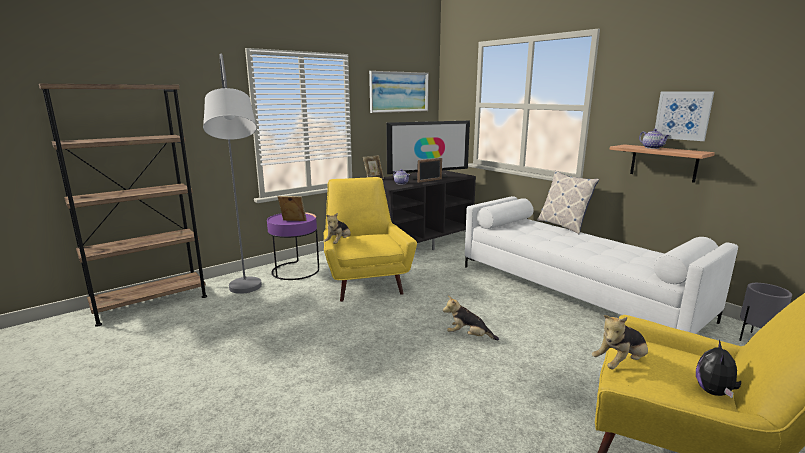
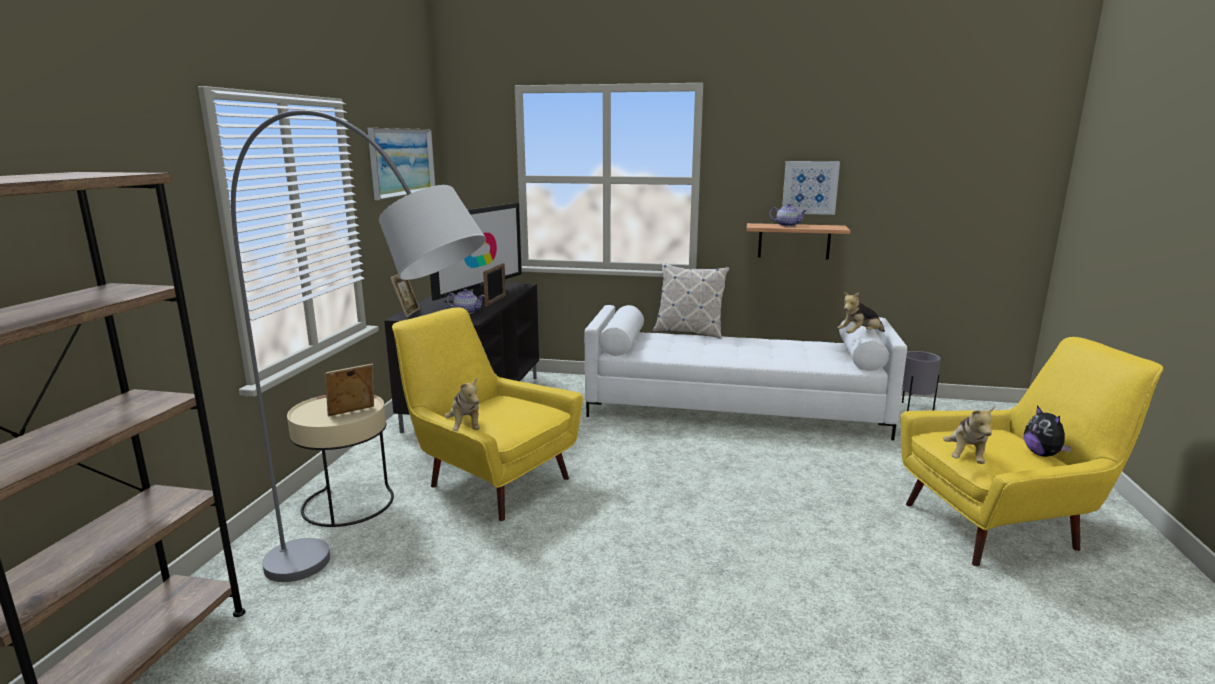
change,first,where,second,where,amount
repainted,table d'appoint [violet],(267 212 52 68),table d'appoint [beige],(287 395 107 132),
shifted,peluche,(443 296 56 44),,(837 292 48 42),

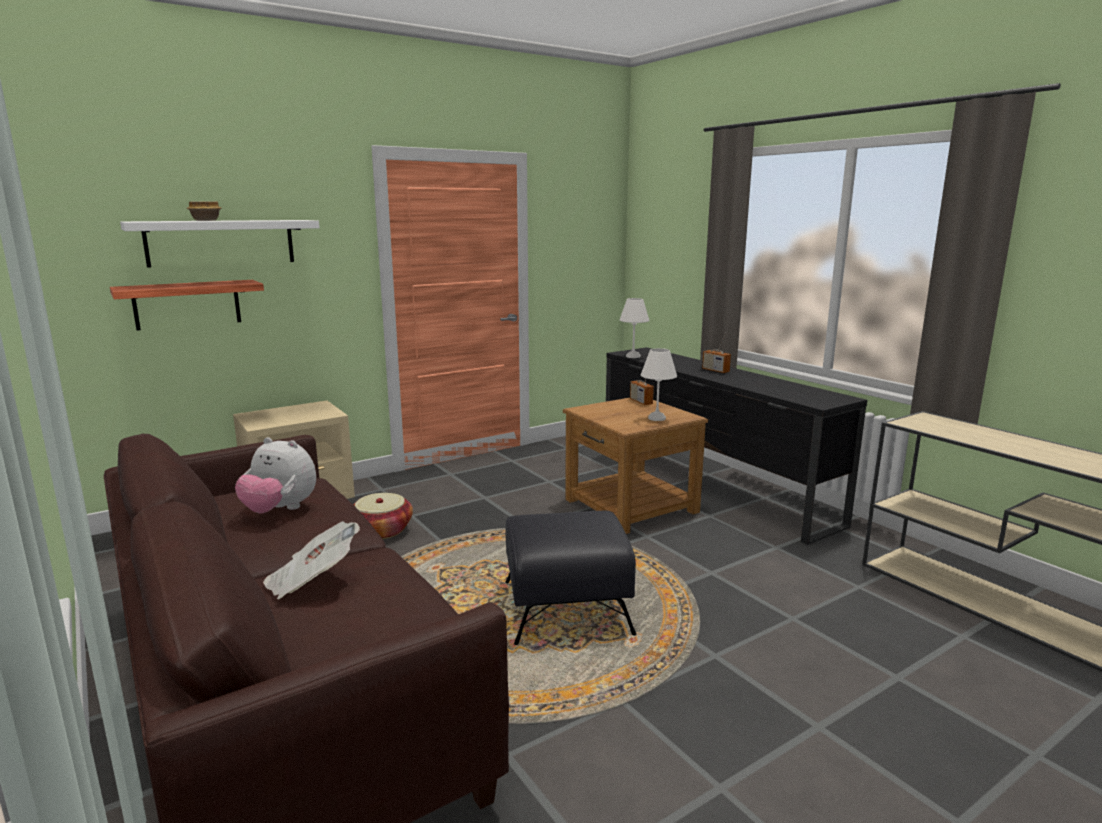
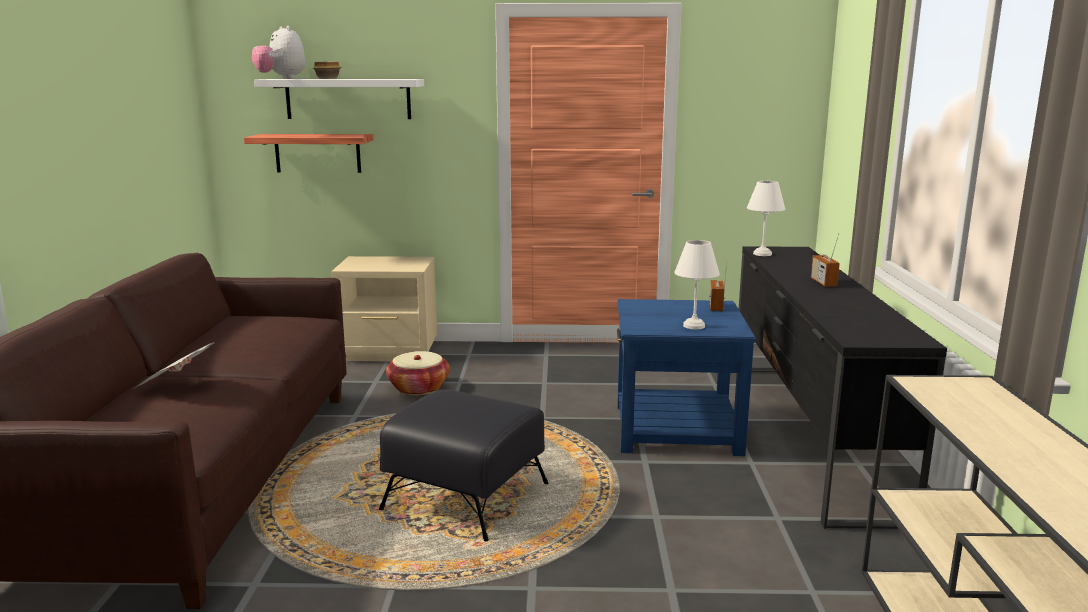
change,first,where,second,where,amount
shifted,peluche,(235 437 81 76),,(252 26 53 53),
repainted,table d'appoint [marron],(563 398 145 136),table d'appoint [bleu],(617 299 139 157),

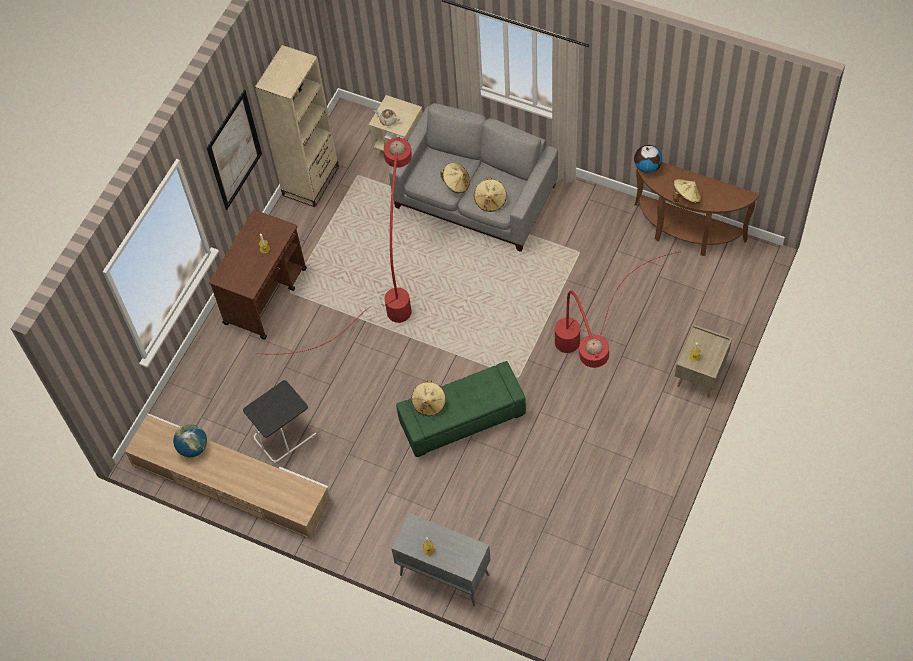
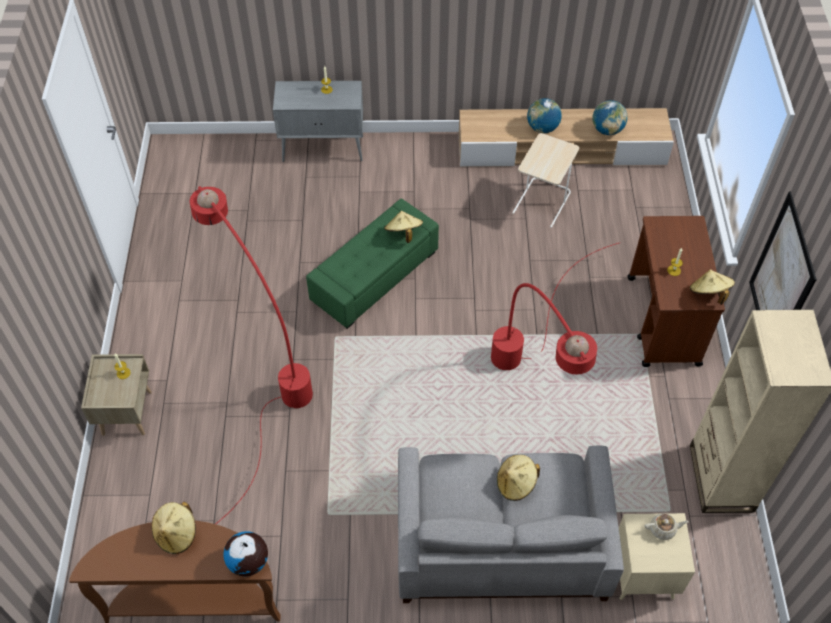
change,first,where,second,where,amount
repainted,table d'appoint [noir],(243 380 74 83),table d'appoint [beige],(512 133 67 95),
shifted,chapeau [beige],(474 178 33 34),,(690 269 45 36),
new,,,globe,(527 98 35 35),

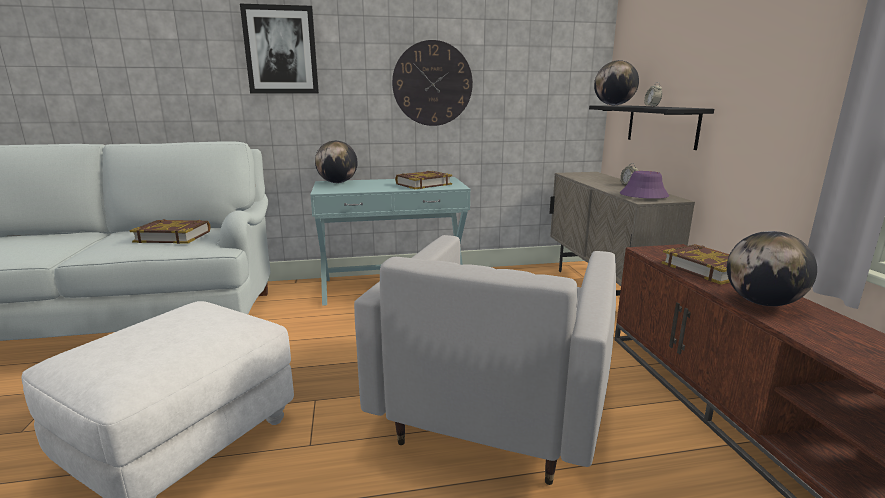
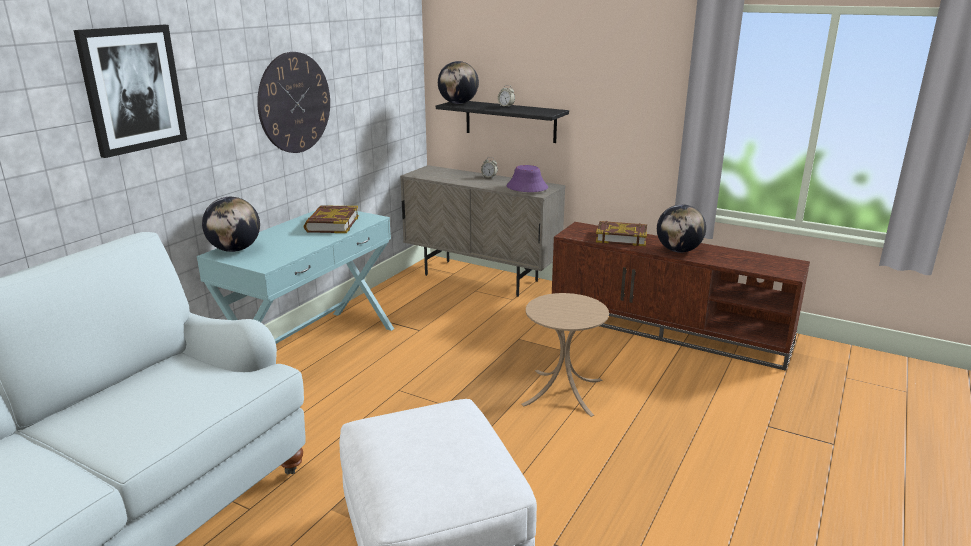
change,first,where,second,where,amount
gone,livre,(130 219 80 25),,,
swapped,fauteuil [blanc],(354 235 262 250),table d'appoint [beige],(521 293 88 124),

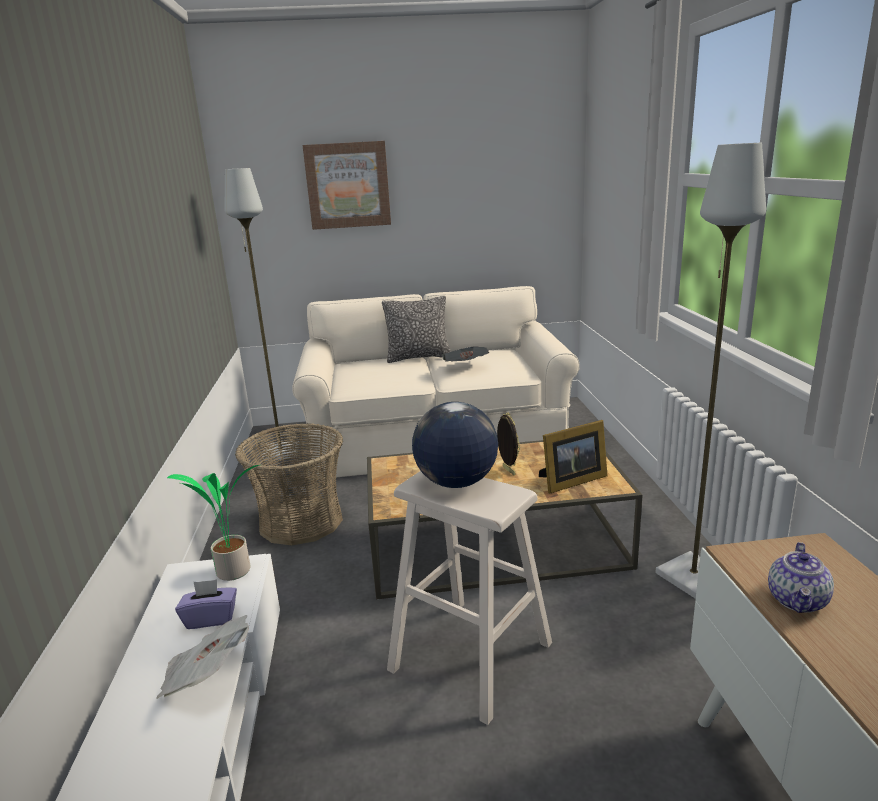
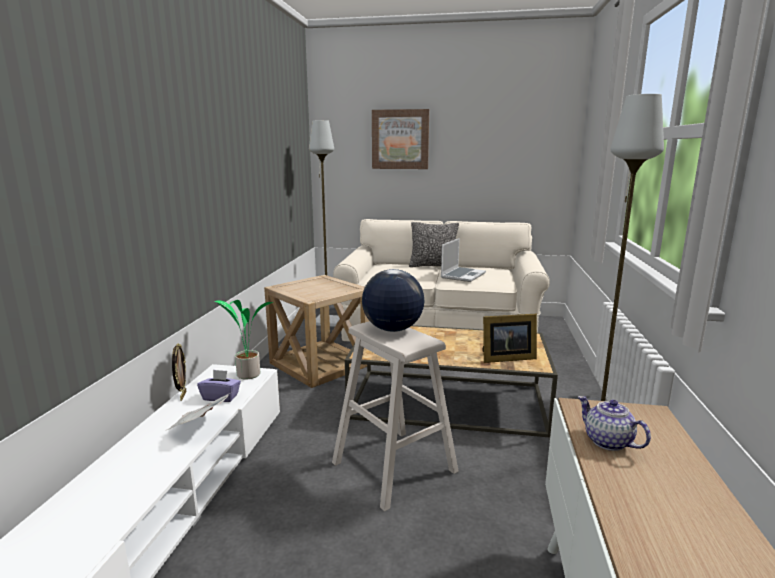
change,first,where,second,where,amount
swapped,panier,(235 423 108 122),table d'appoint [beige],(264 275 105 113),
swapped,journal,(442 346 47 16),ordinateur portable,(441 238 45 44),
shifted,cadre photo,(497 412 23 63),,(172 343 15 58),
rotated,théière,(768 542 66 71),,(578 396 73 55),105 degrees clockwise

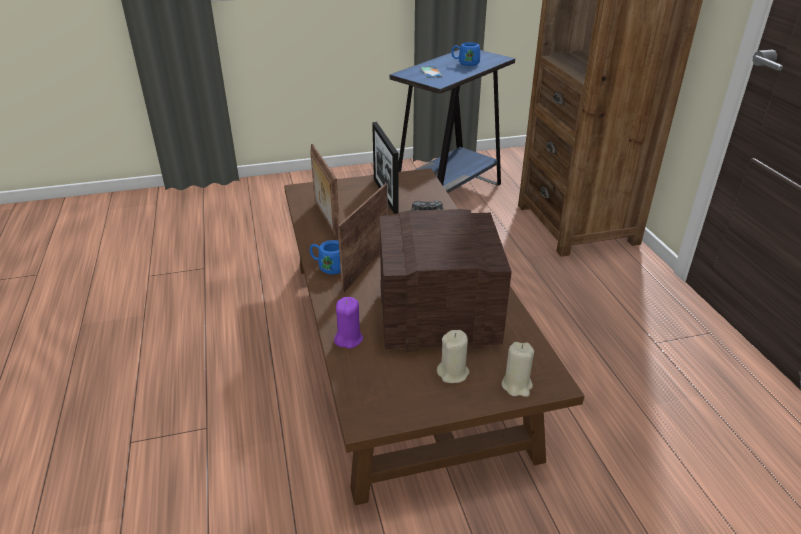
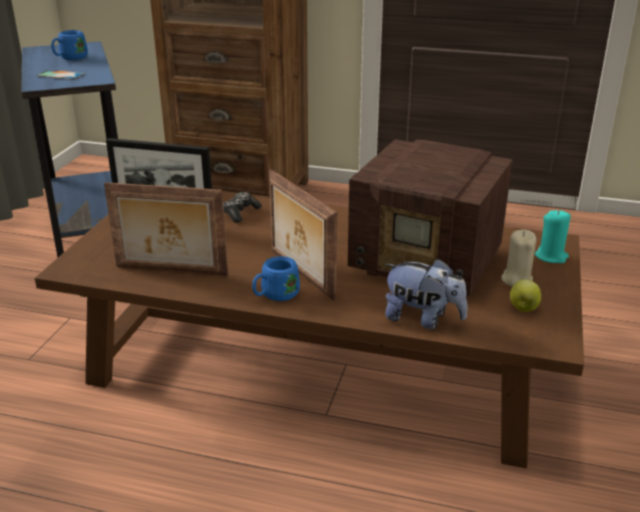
change,first,where,second,where,amount
swapped,bougie [violet],(334 297 29 52),peluche,(384 258 83 71),
rotated,radio,(380 209 132 143),,(348 139 165 157),90 degrees counterclockwise
repainted,bougie [beige],(501 342 33 55),bougie [turquoise],(535 210 36 53),
new,,,pomme,(510 279 31 33),

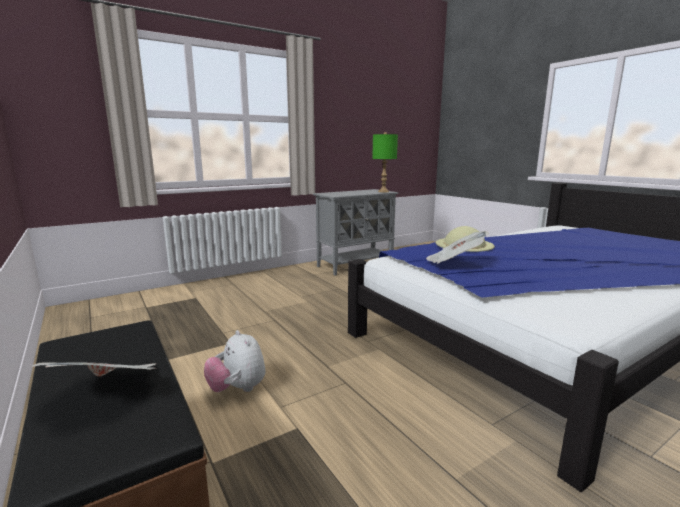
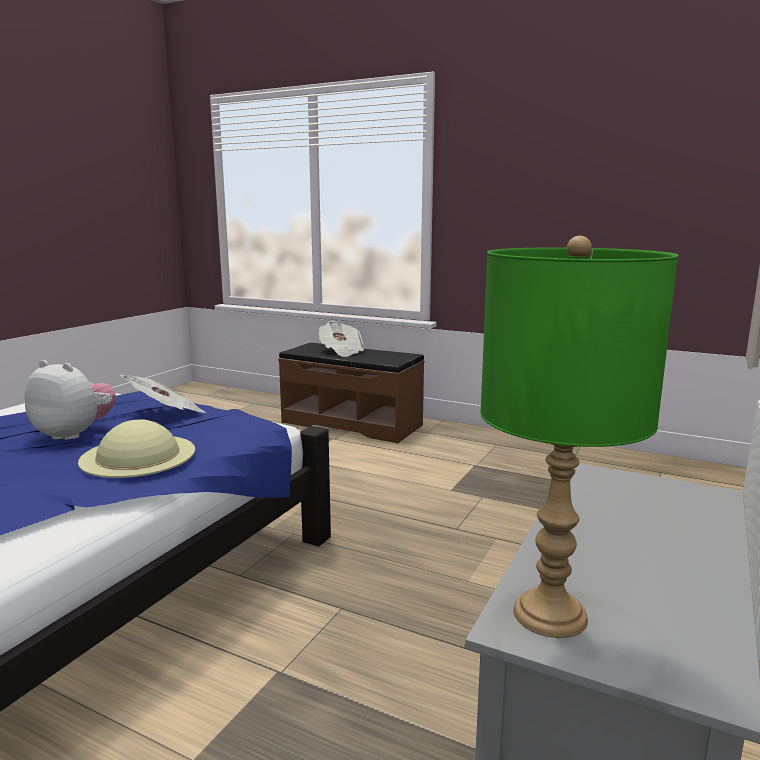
change,first,where,second,where,amount
shifted,peluche,(204 330 61 62),,(25 360 91 80),

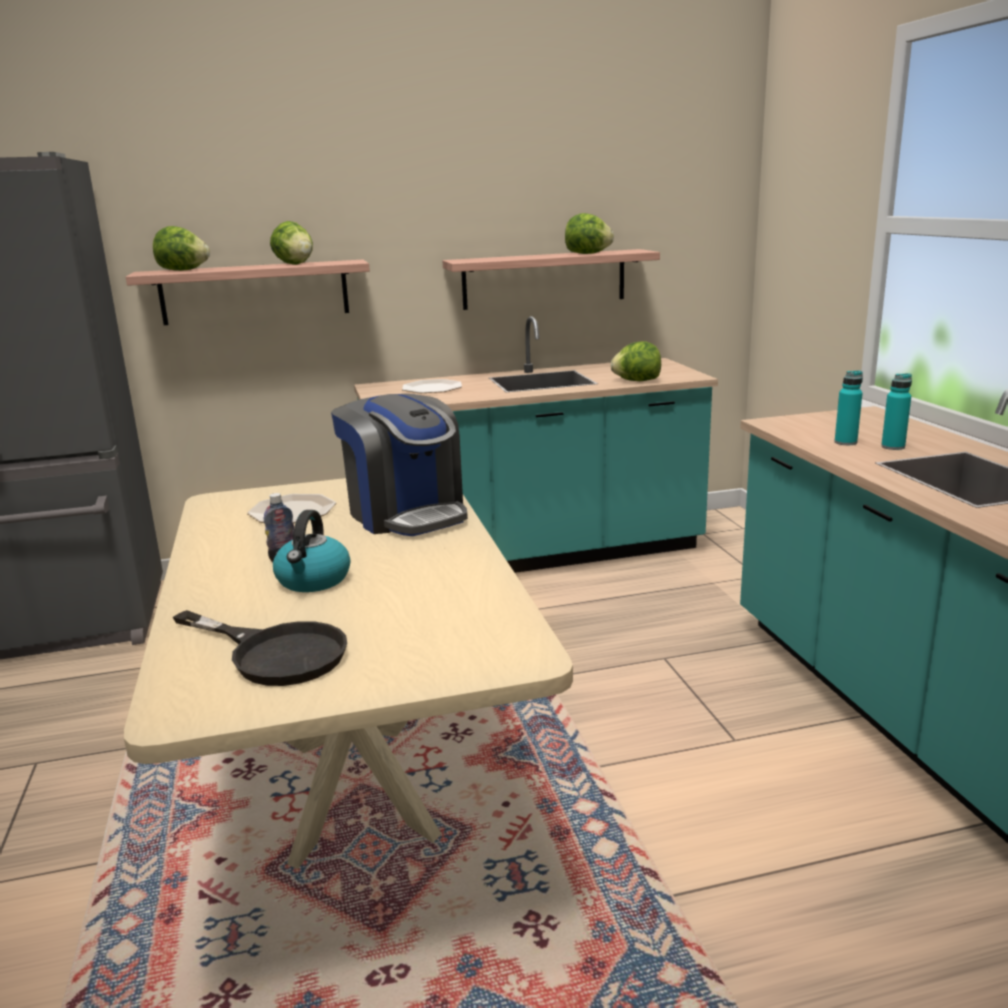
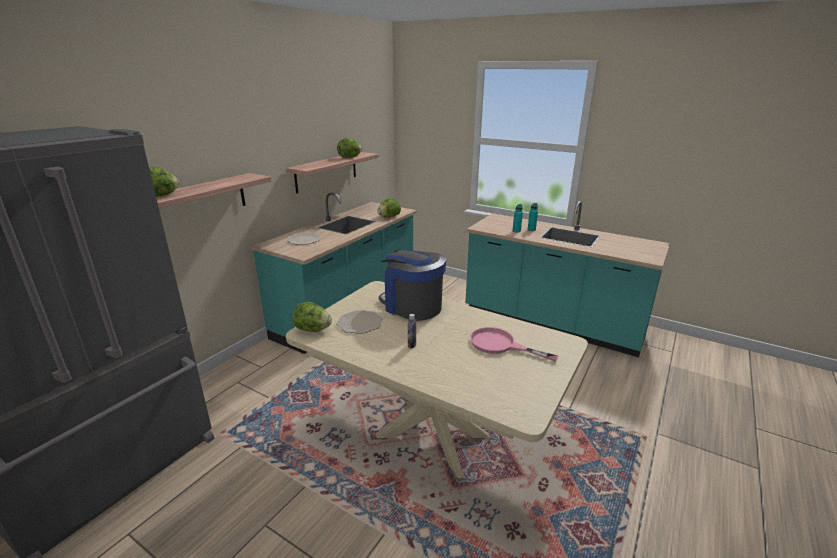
change,first,where,second,where,amount
gone,poêle [noir],(173 610 174 76),,,
shifted,laitue,(270 221 43 44),,(293 302 39 30),
gone,bouilloire,(273 510 77 82),,,
rotated,machine à café,(331 394 137 142),,(379 249 67 72),150 degrees counterclockwise
new,,,poêle [rose],(470 327 88 35),

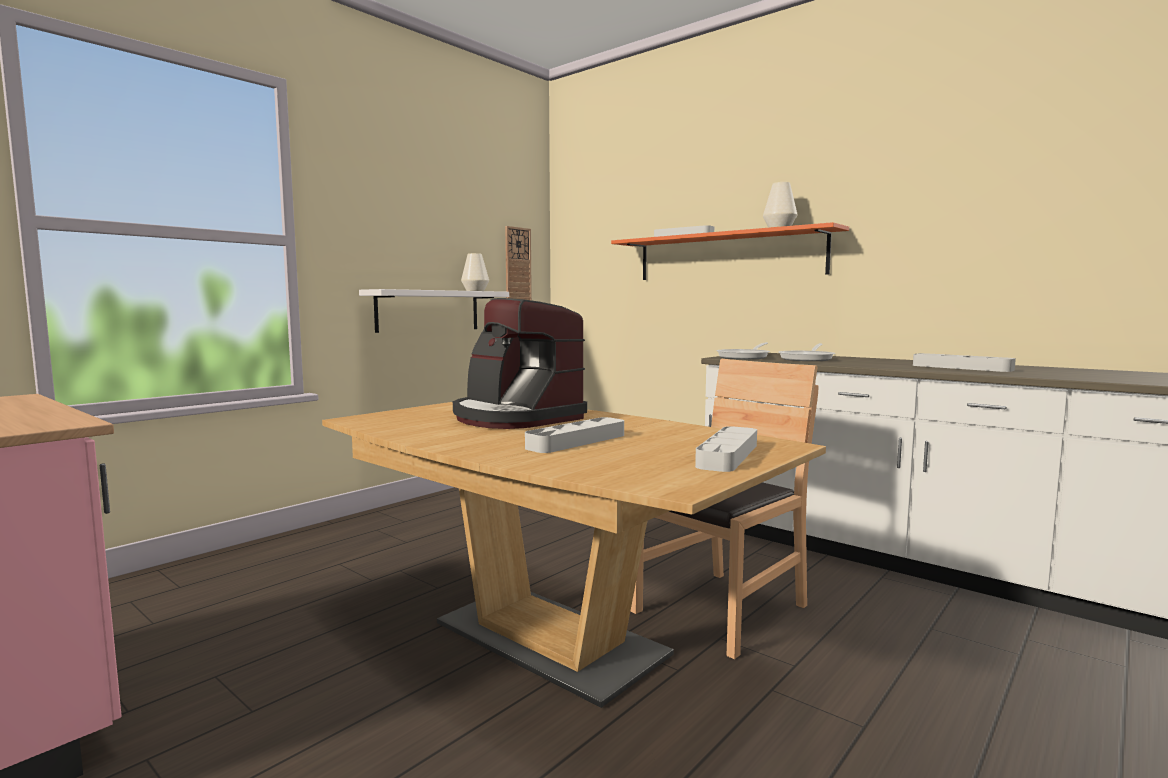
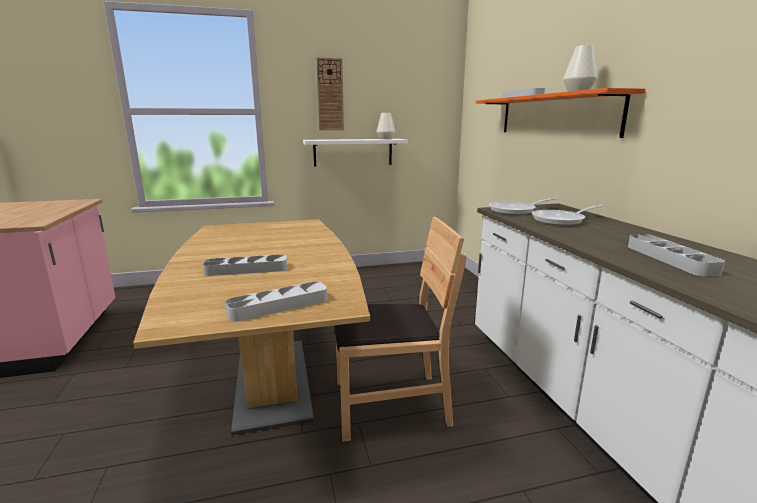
change,first,where,second,where,amount
gone,machine à café,(453 298 134 131),,,
shifted,horloge murale,(505 226 27 75),,(316 57 28 73),

